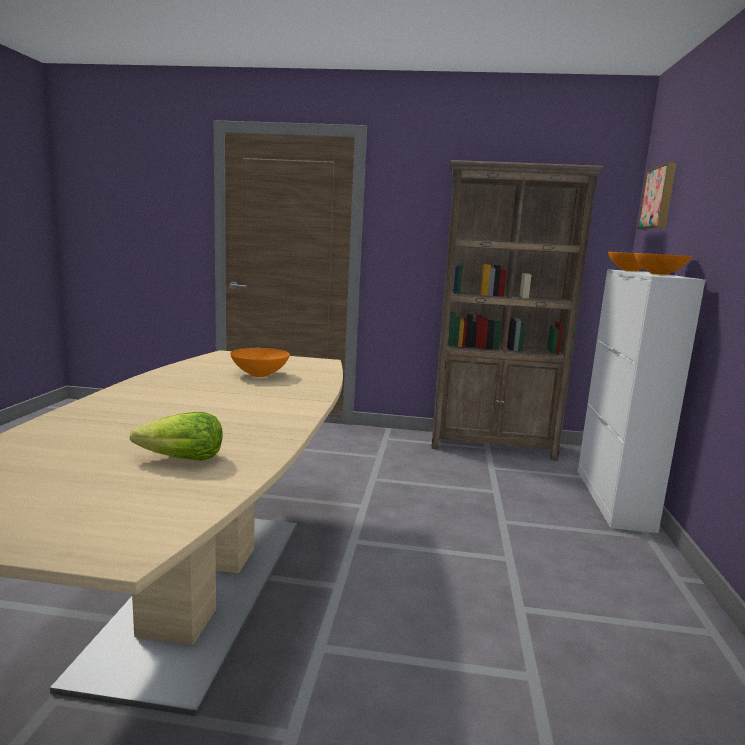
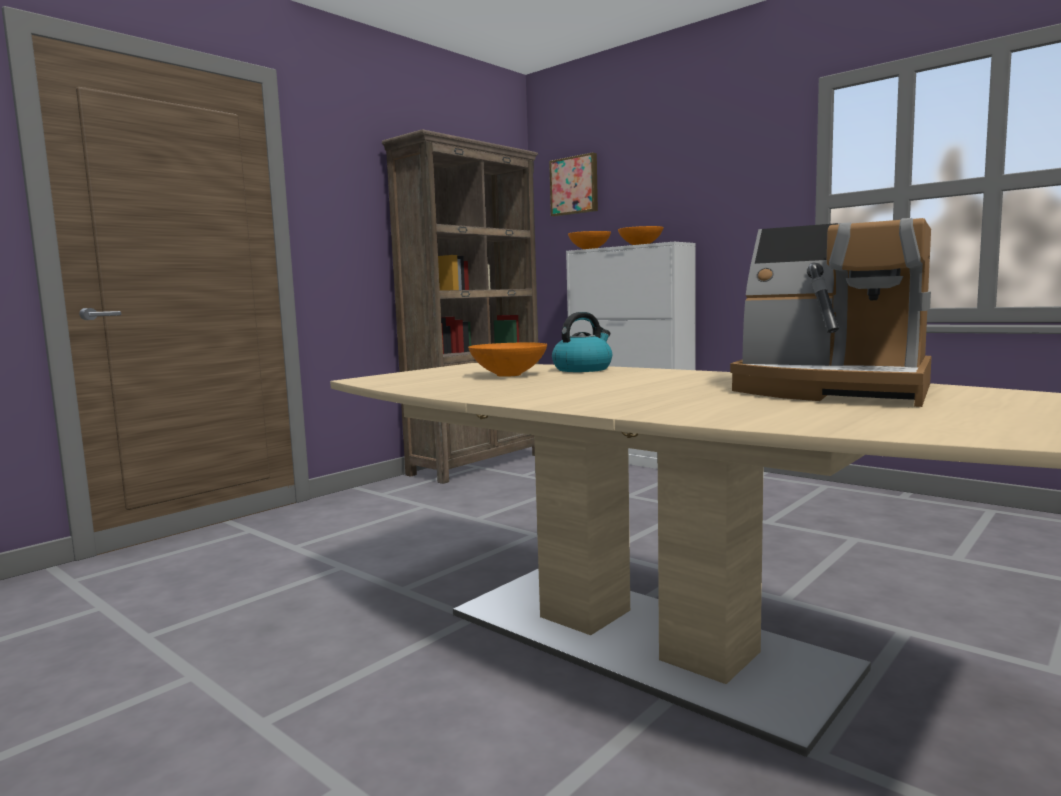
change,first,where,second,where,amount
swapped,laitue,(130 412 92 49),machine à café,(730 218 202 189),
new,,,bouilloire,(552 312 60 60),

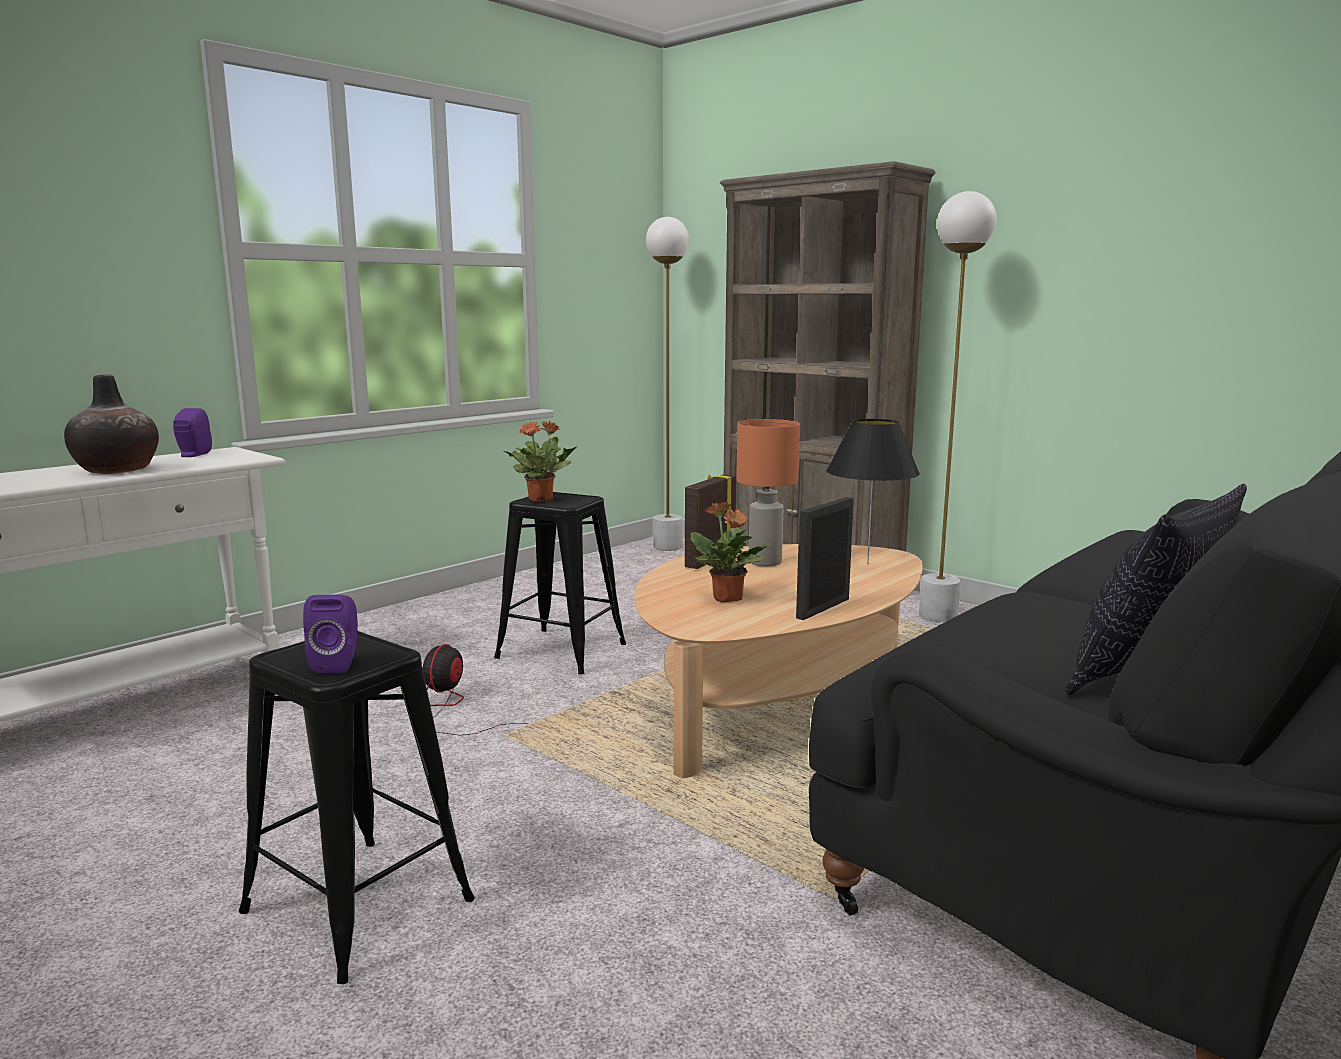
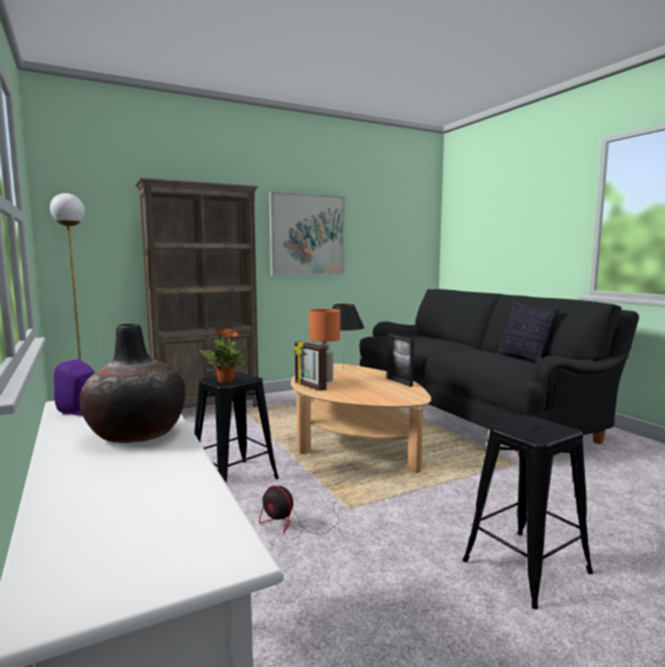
change,first,where,second,where,amount
gone,enceinte [violet],(303 594 55 79),,,
gone,plante en pot,(691 502 81 100),,,
gone,lampadaire [blanc],(919 191 78 432),,,
new,,,tableau,(269 191 75 85),

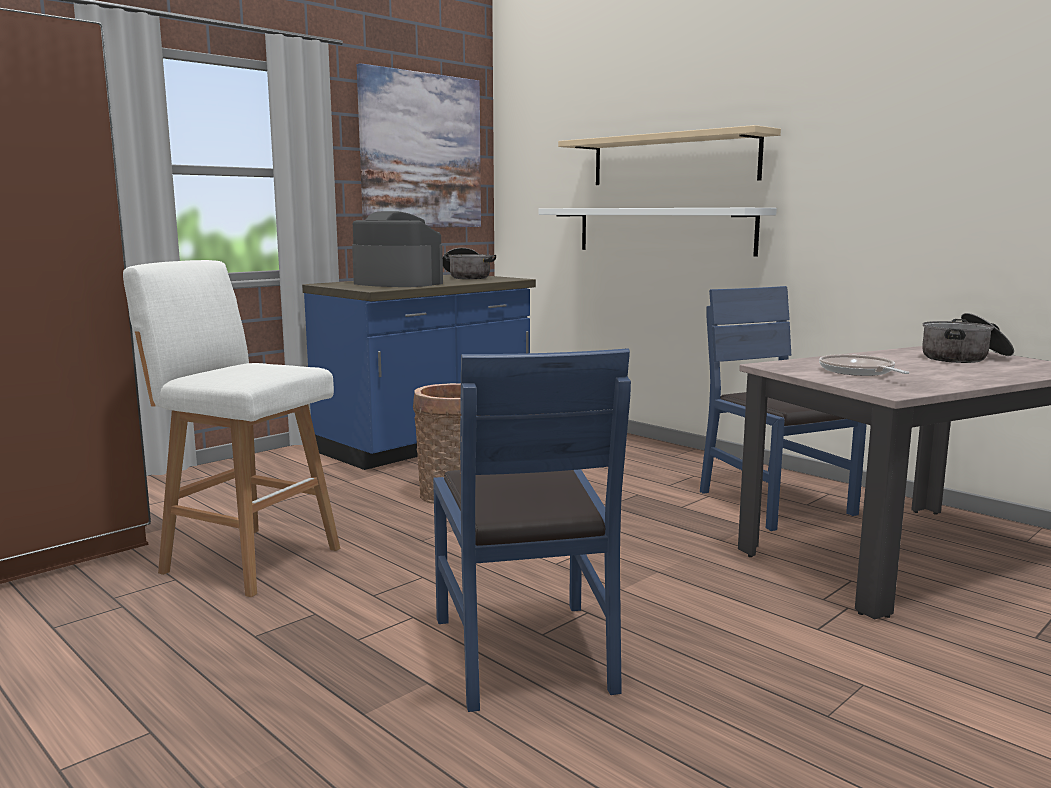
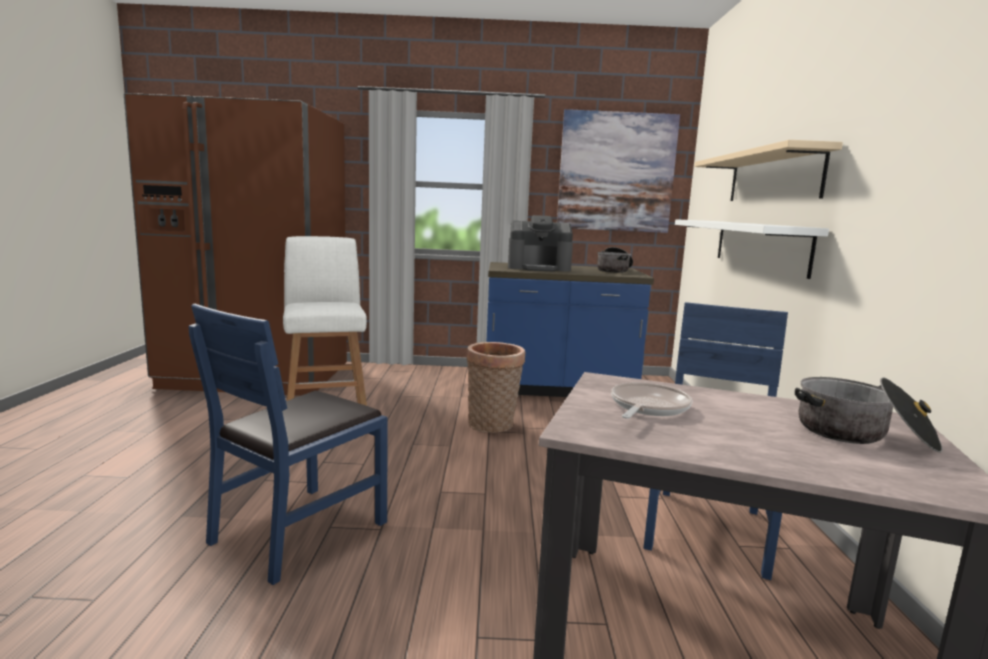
change,first,where,second,where,amount
rotated,machine à café,(352 211 91 76),,(508 215 65 57),105 degrees clockwise

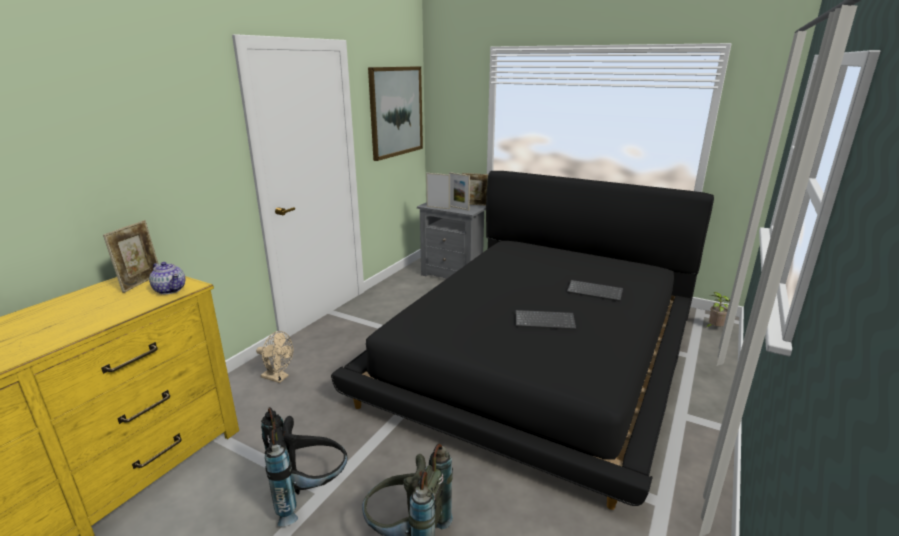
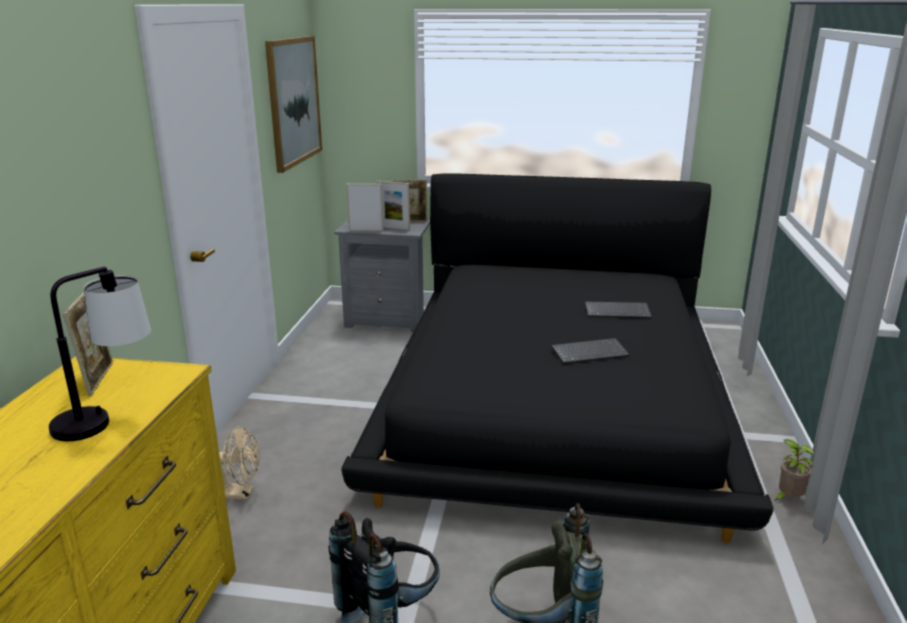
change,first,where,second,where,amount
gone,théière,(149 262 36 32),,,
shifted,plante en pot,(705 292 25 36),,(775 439 39 62),
new,,,lampe de table,(49 266 102 175),

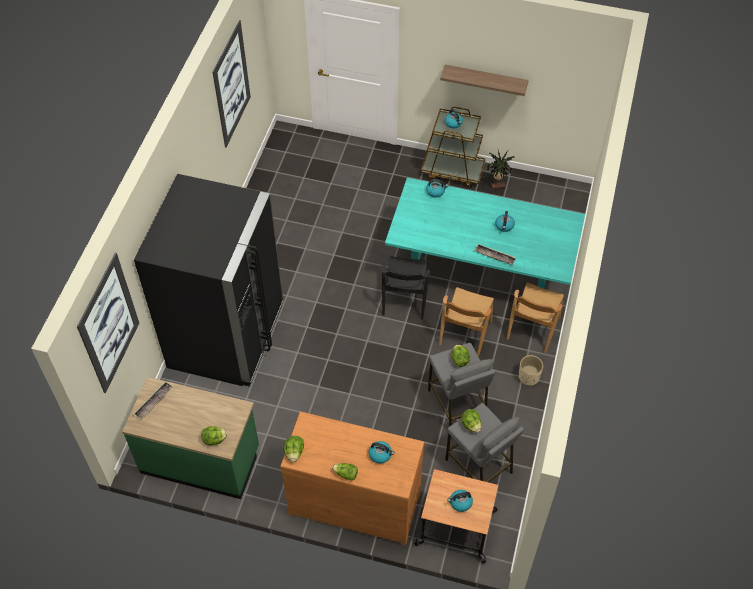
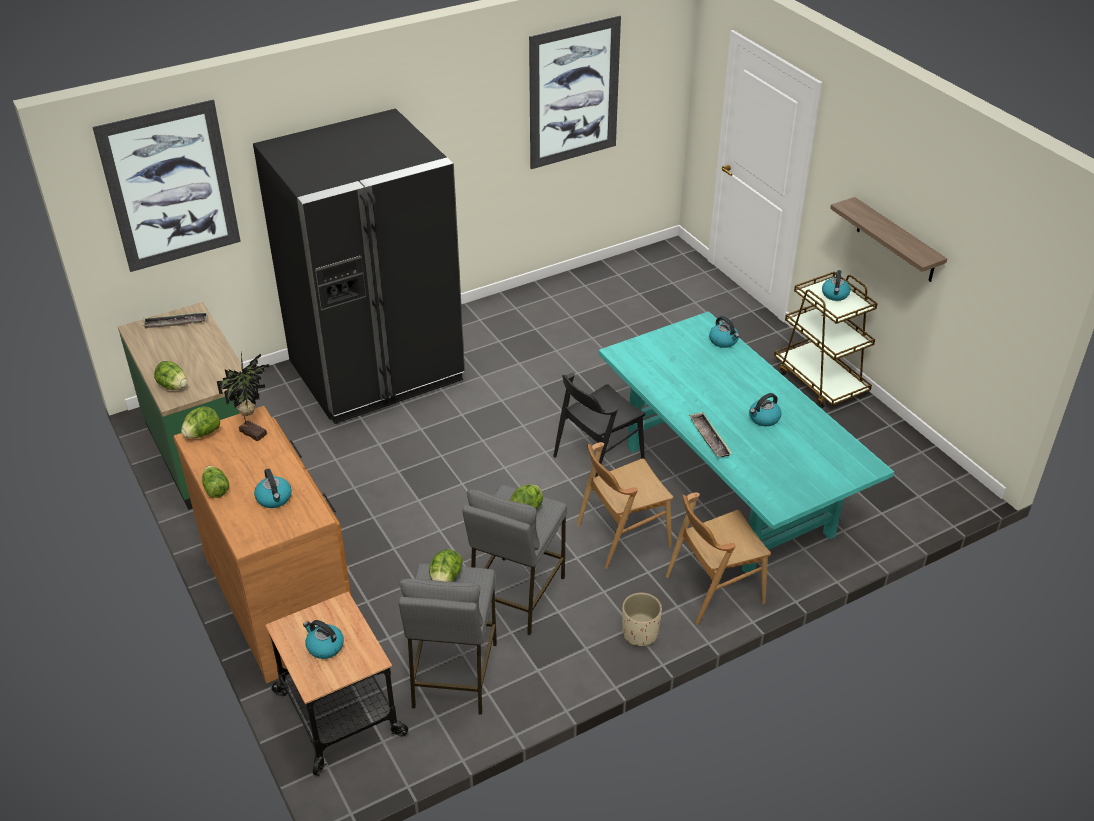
change,first,where,second,where,amount
shifted,plante en pot,(487 150 28 40),,(217 353 53 88),

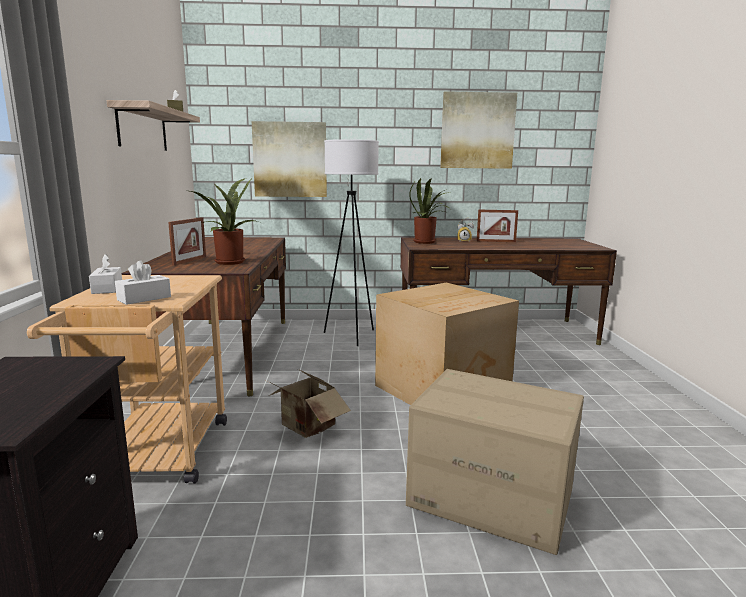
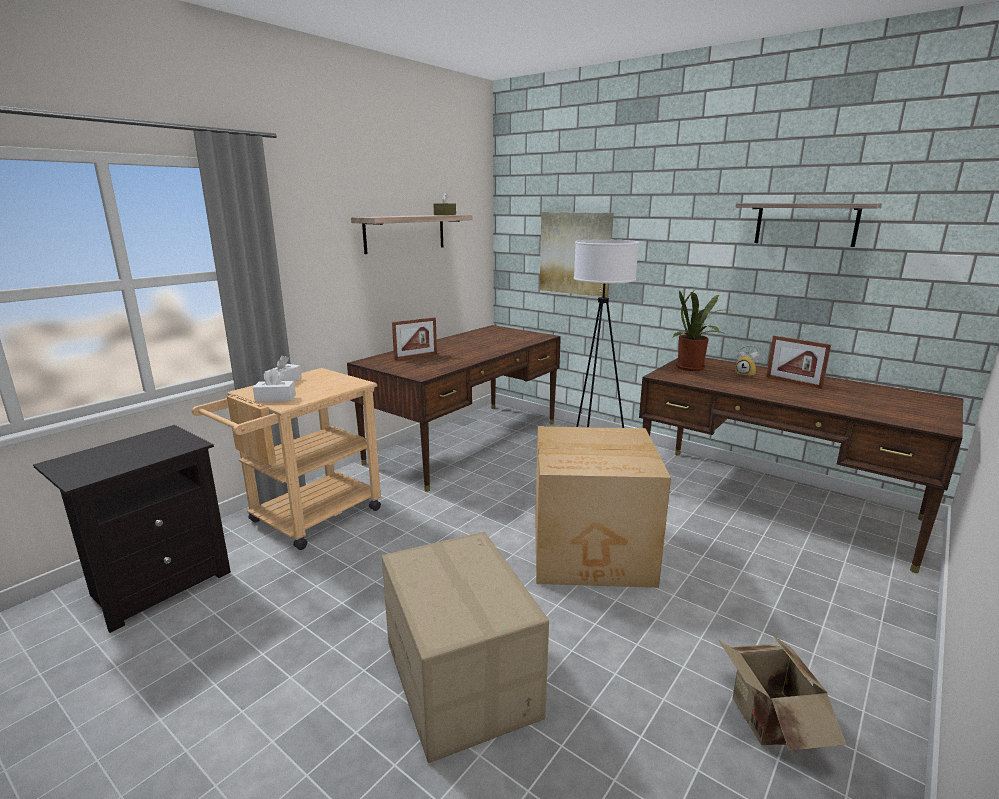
change,first,where,second,where,amount
gone,plante en pot,(190 178 69 87),,,
shifted,carton,(269 369 82 69),,(718 635 129 116),
swapped,tableau,(440 91 77 78),étagère,(735 203 147 44),

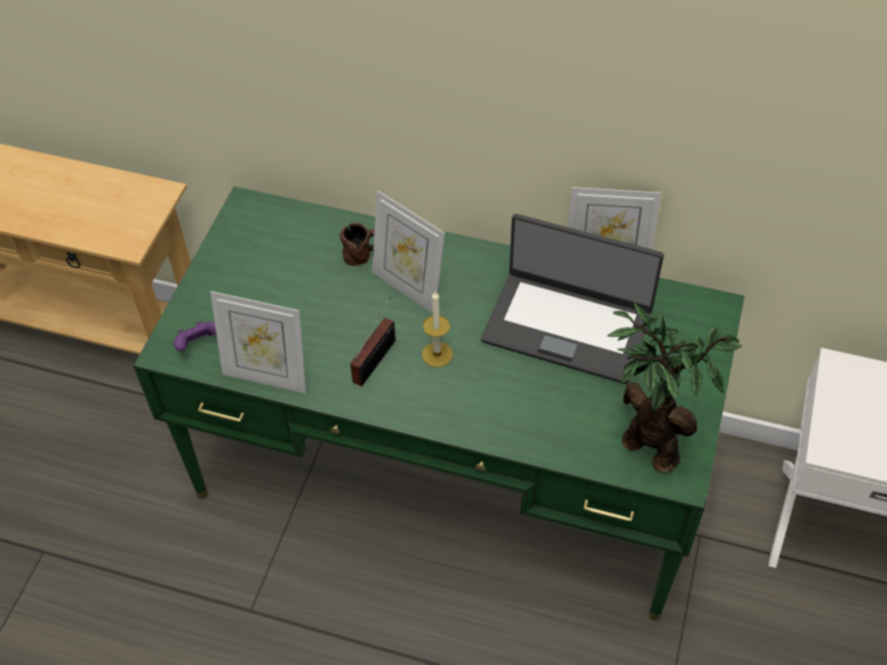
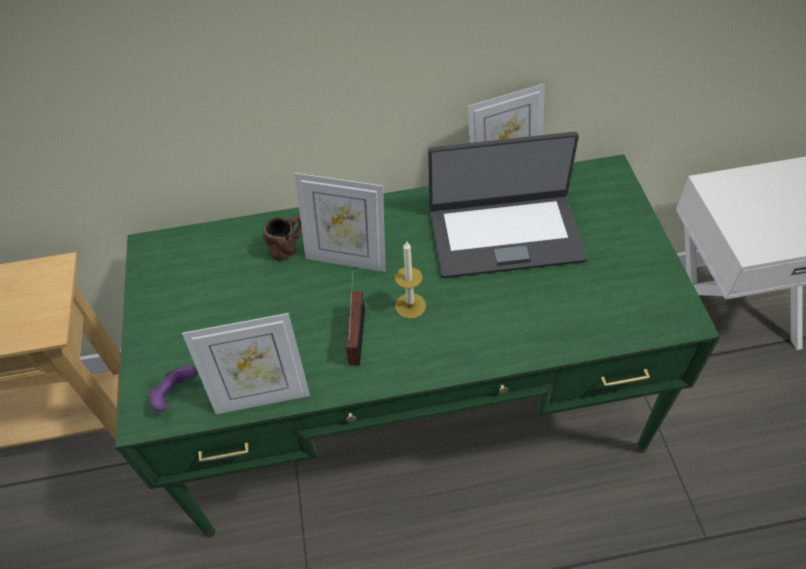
change,first,where,second,where,amount
gone,plante en pot,(607 303 135 170),,,

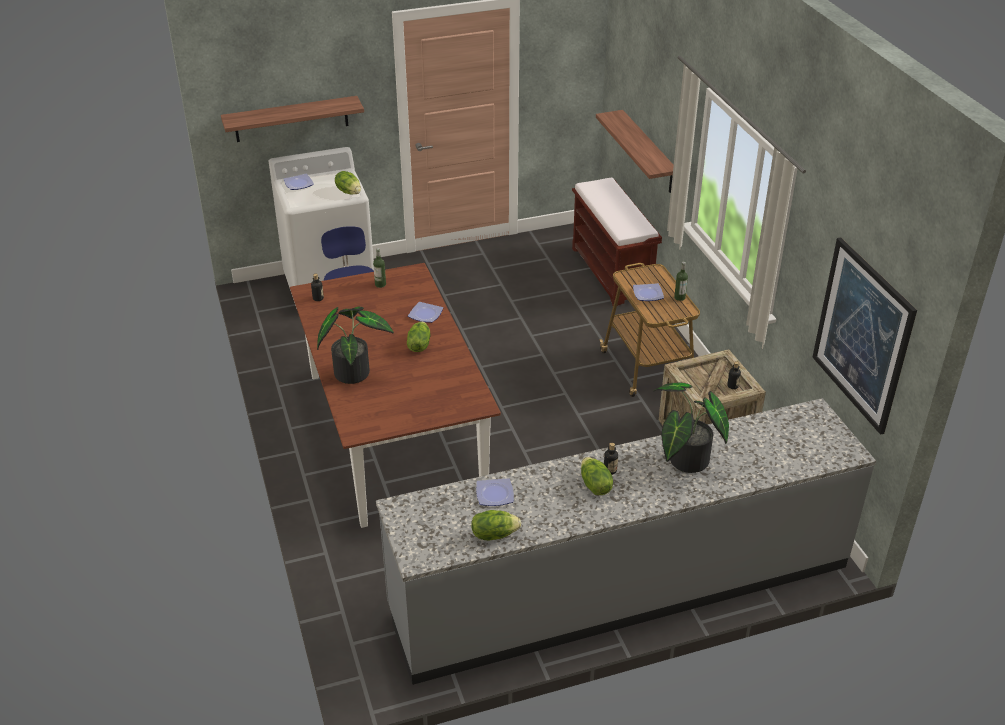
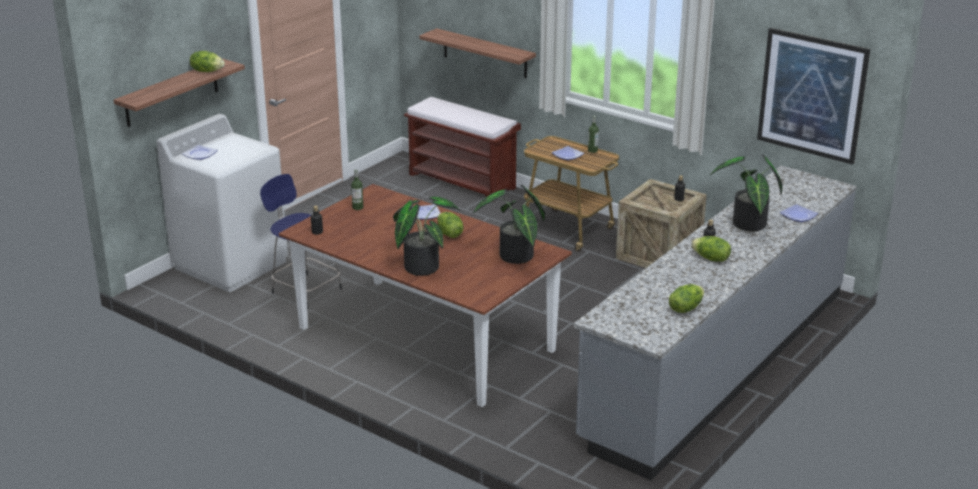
change,first,where,second,where,amount
shifted,laitue,(335 171 26 23),,(190 51 35 21),
shifted,assiette,(476 478 38 28),,(780 204 38 18),
new,,,plante en pot,(473 185 72 79),

